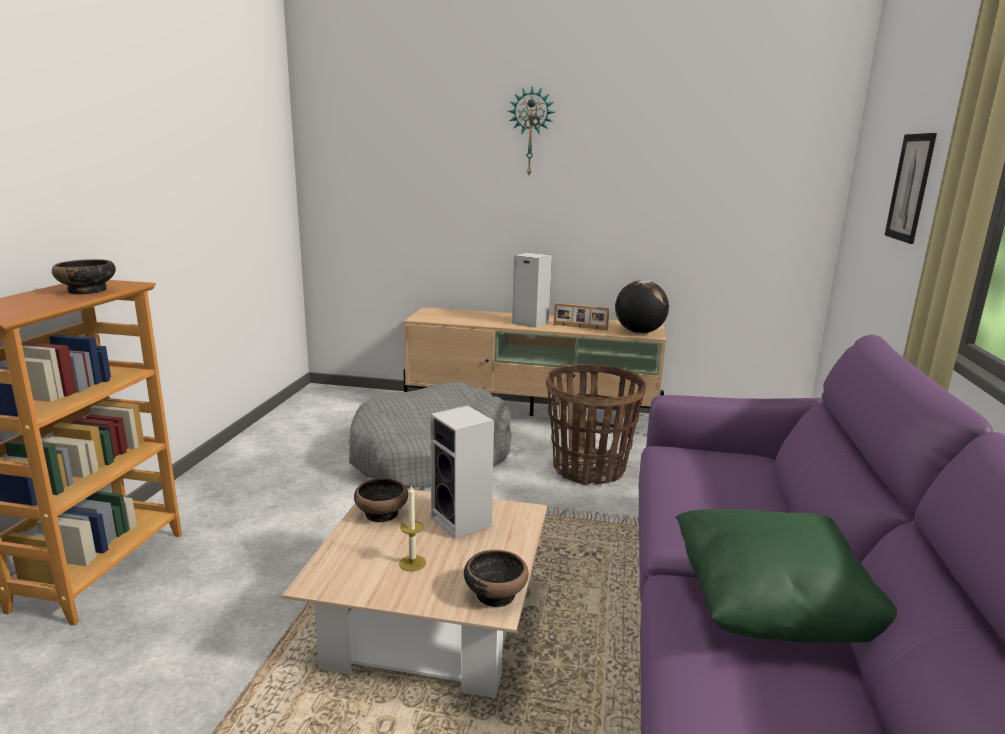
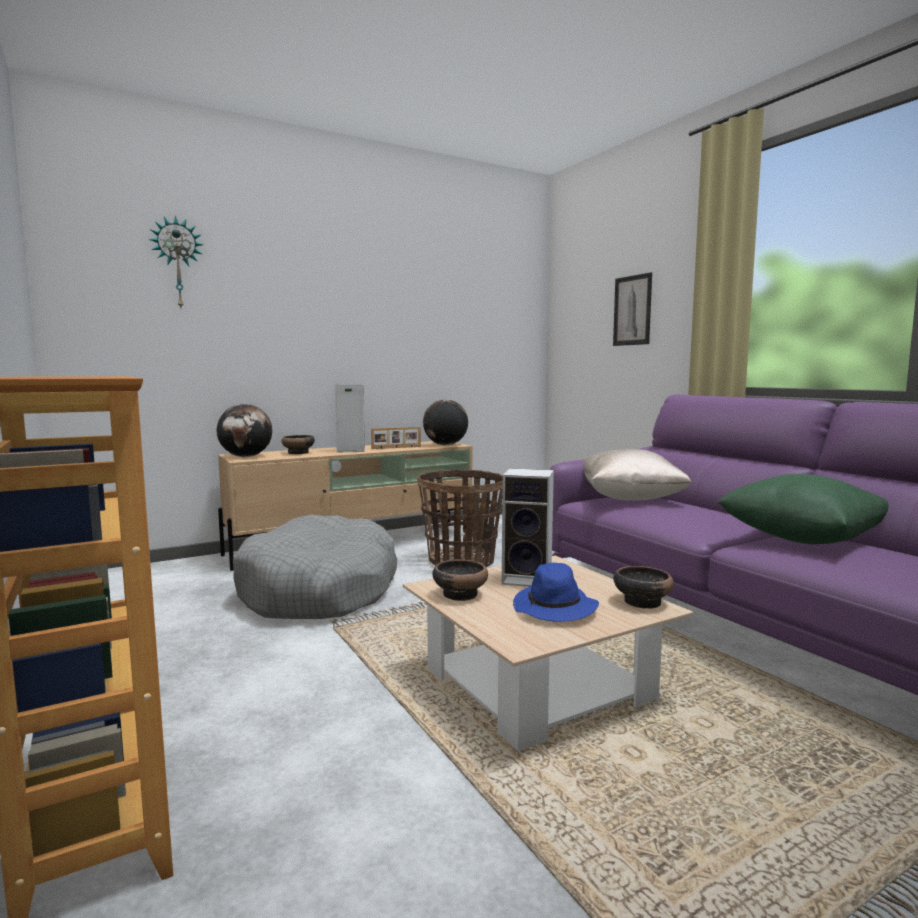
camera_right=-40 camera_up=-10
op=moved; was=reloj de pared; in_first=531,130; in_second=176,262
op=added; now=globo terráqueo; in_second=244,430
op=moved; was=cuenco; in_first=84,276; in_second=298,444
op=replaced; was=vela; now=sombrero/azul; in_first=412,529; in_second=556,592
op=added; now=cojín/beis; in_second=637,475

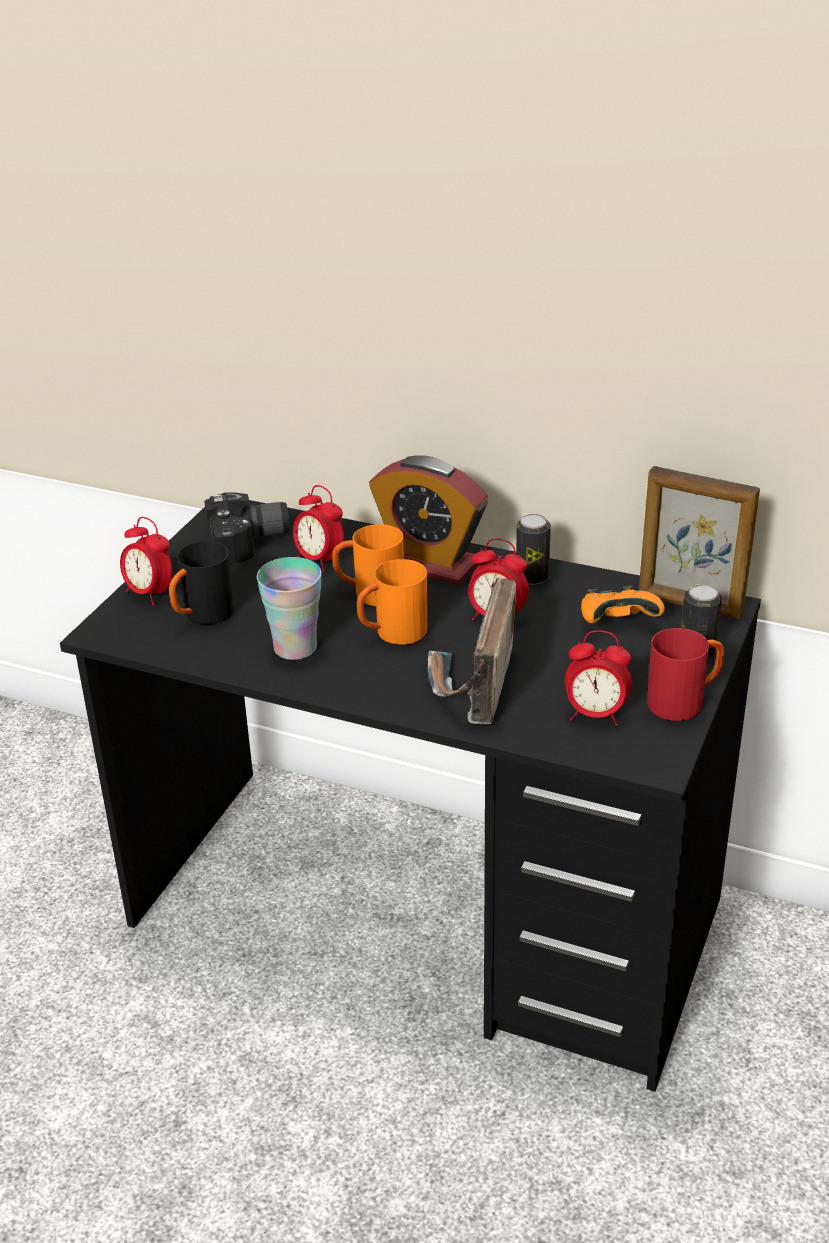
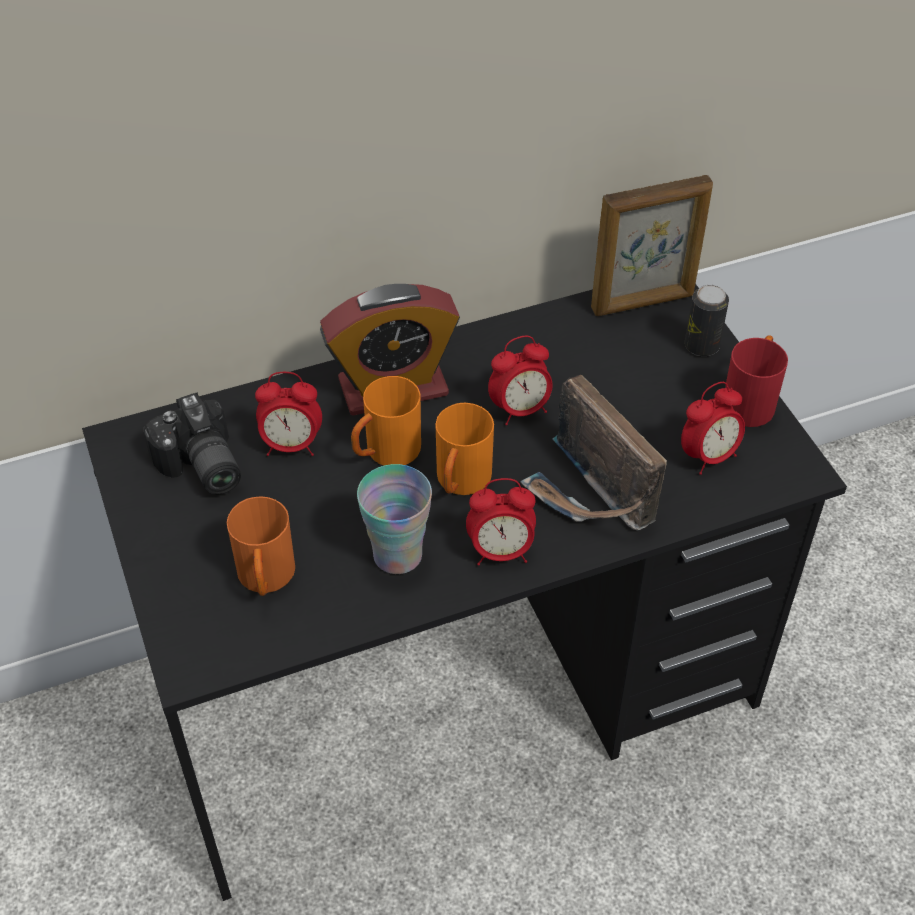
camera_right=-45 camera_up=15
op=turned; was=cámara; in_first=247,528; in_second=192,443; clockwise=120
op=recoloured; was=taza grande/negro; now=taza grande/naranja; in_first=201,583; in_second=261,546
op=moved; was=despertador; in_first=146,561; in_second=501,522
op=removed; was=lata; in_first=533,549
op=removed; was=mando de consola/naranja; in_first=623,604

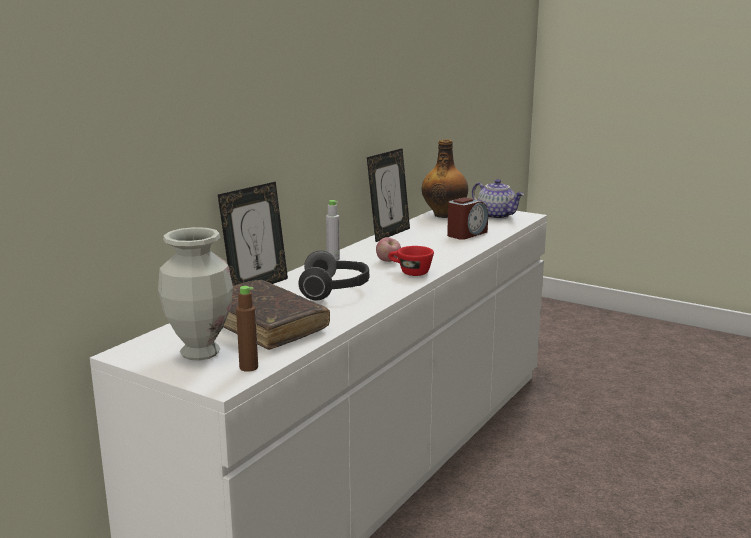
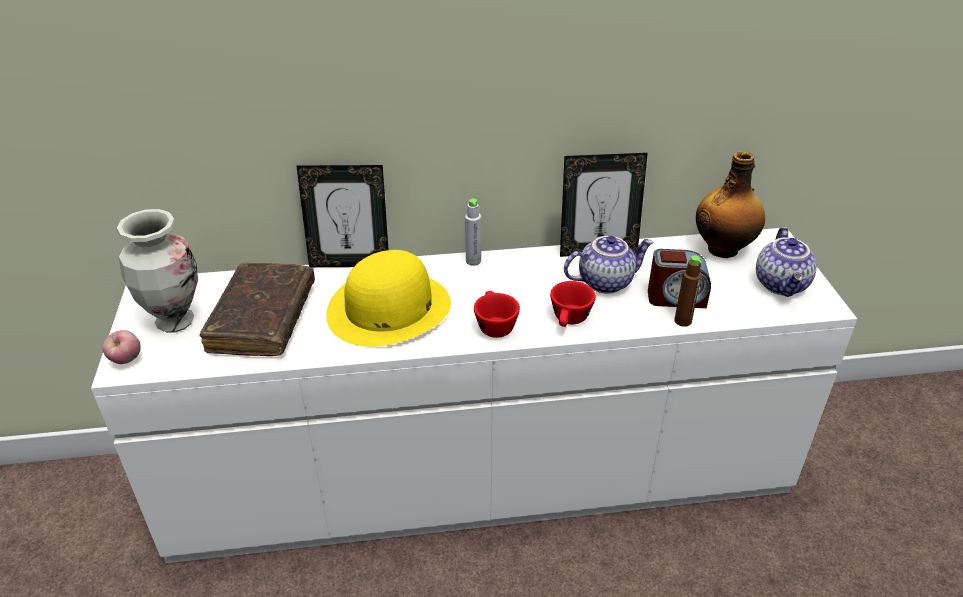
camera_right=50 camera_up=20
op=moved; was=manzana; in_first=388,249; in_second=122,347
op=replaced; was=auriculares; now=sombrero/amarillo; in_first=334,275; in_second=388,298
op=added; now=taza/rojo; in_second=573,304
op=added; now=tetera; in_second=609,265
op=moved; was=botella/marrón; in_first=247,329; in_second=688,291

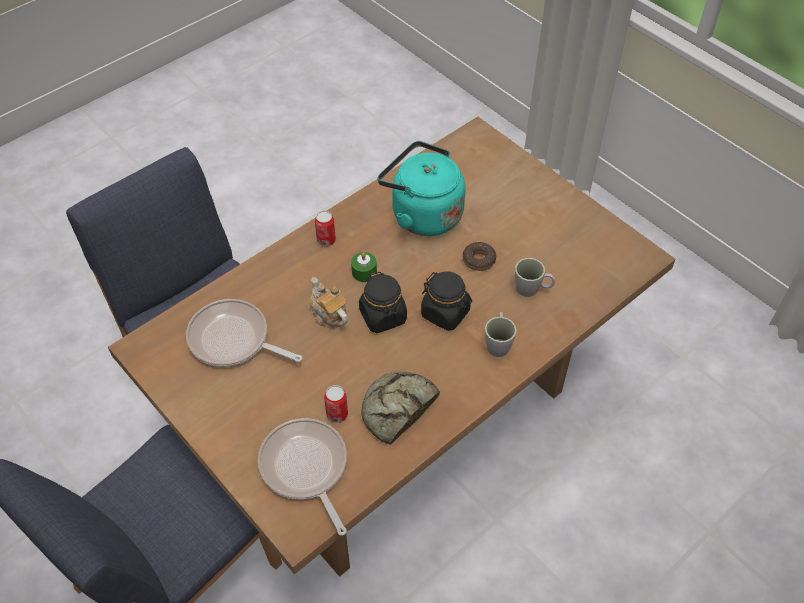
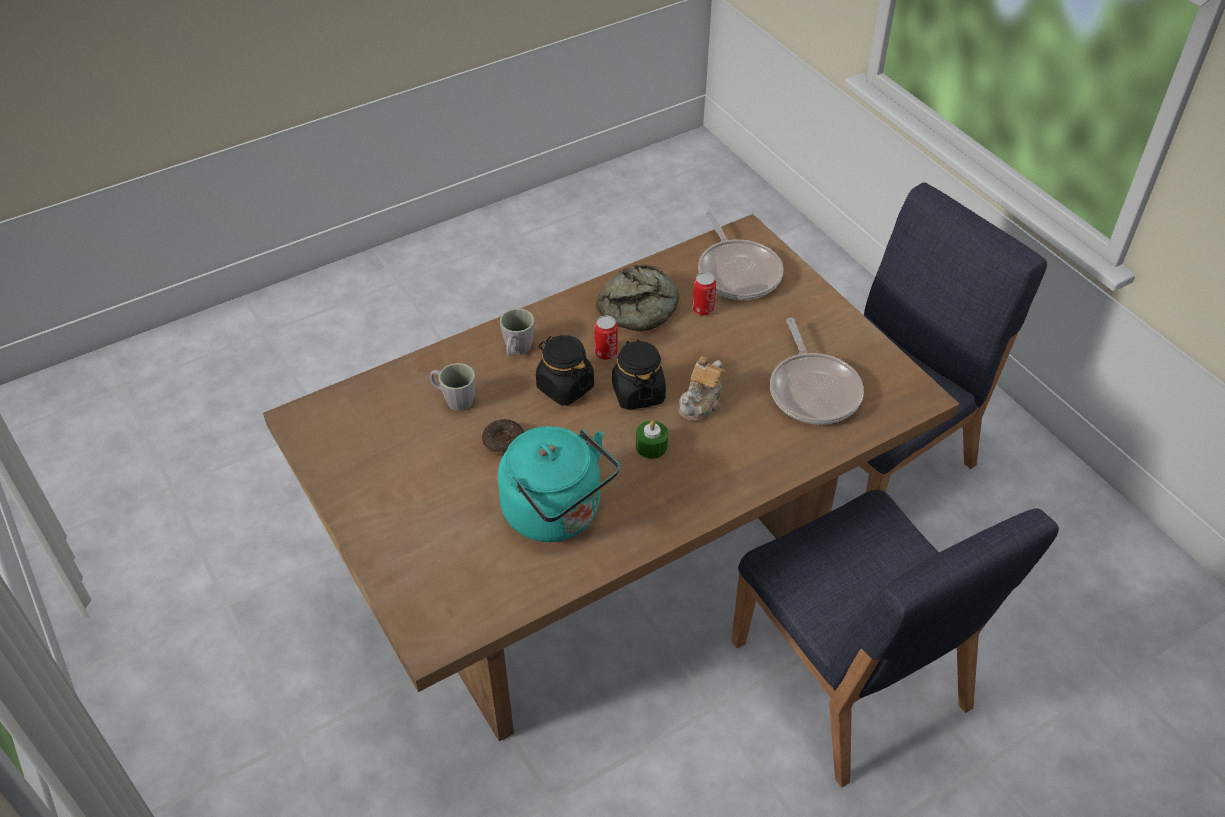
camera_right=-170 camera_up=-5
op=moved; was=lata; in_first=325,228; in_second=606,338
op=turned; was=tetera; in_first=328,302; in_second=701,389; clockwise=60
op=turned; was=sartén; in_first=244,333; in_second=817,371; clockwise=45

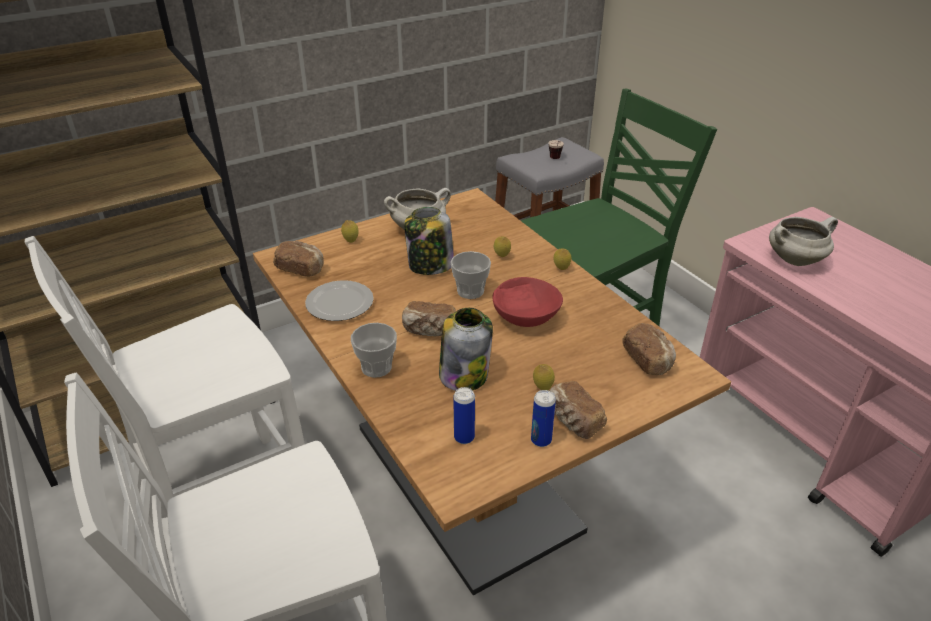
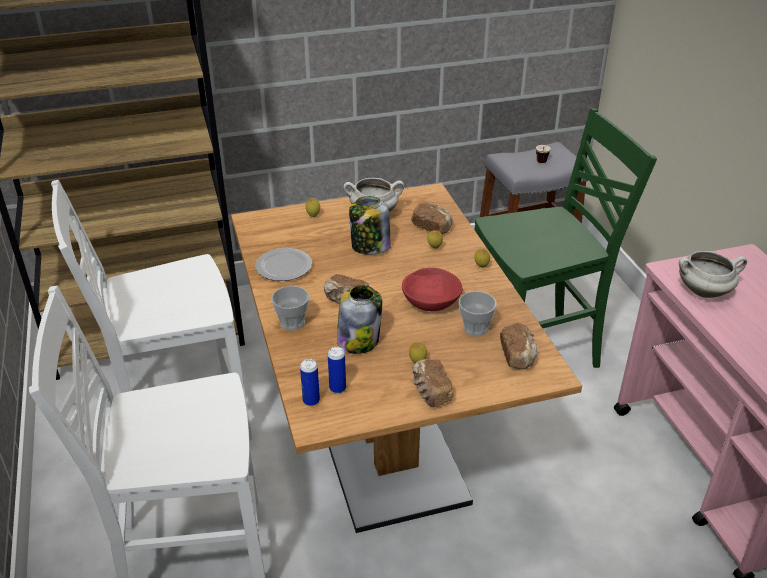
camera_right=15 camera_up=0
op=moved; was=lata; in_first=543,418; in_second=310,382
op=moved; was=pan; in_first=298,259; in_second=431,218
op=moved; was=taza; in_first=470,275; in_second=477,313

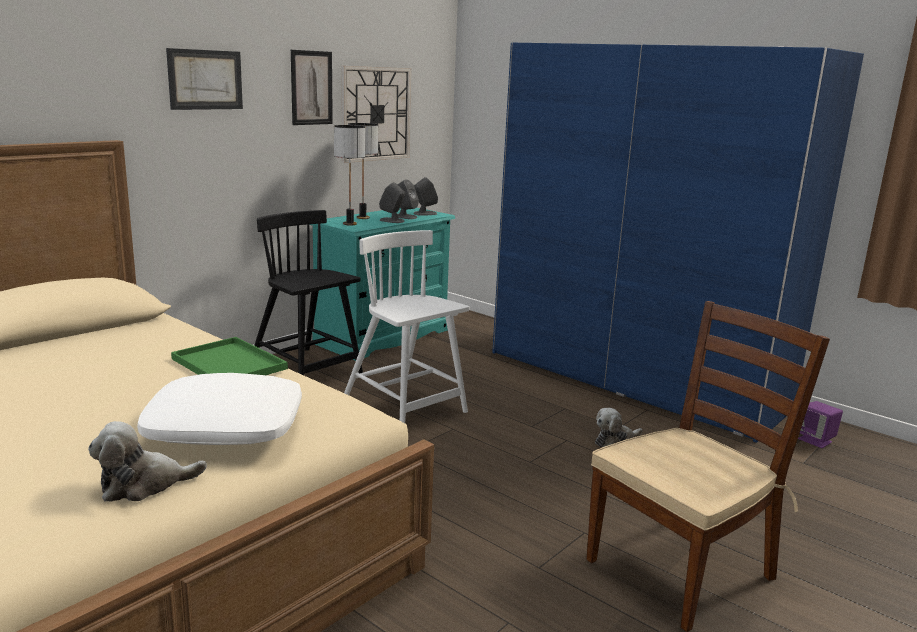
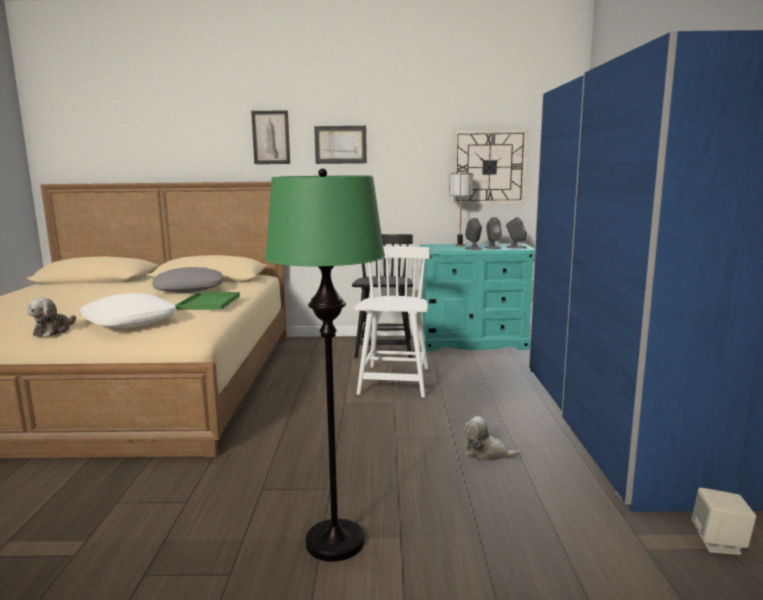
camera_right=50 camera_up=-5
op=turned; was=peluche; in_first=147,461; in_second=51,317; clockwise=-105
op=added; now=cojín/gris; in_second=187,280
op=moved; was=cuadro; in_first=312,87; in_second=270,137
op=replaced; was=silla/marrón; now=lámpara de pie/verde; in_first=708,466; in_second=325,365
op=recoloured; was=altavoz/morado; now=altavoz/beis; in_first=820,424; in_second=723,521
op=removed; was=lámpara de mesa; in_first=350,175

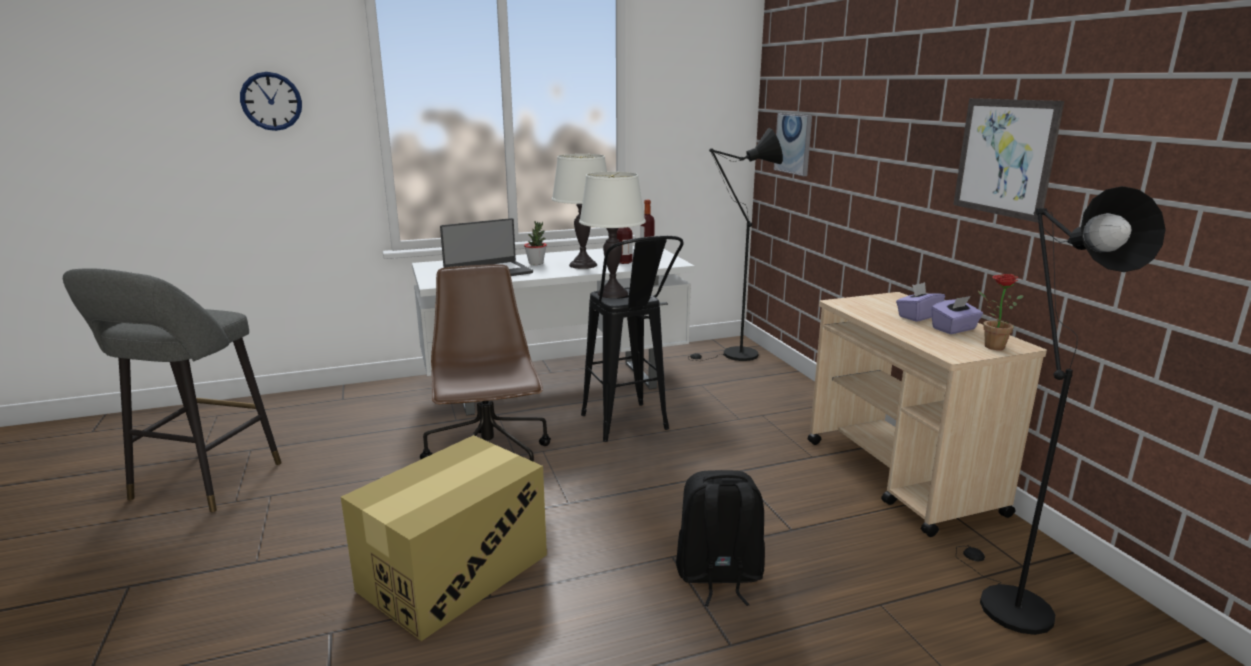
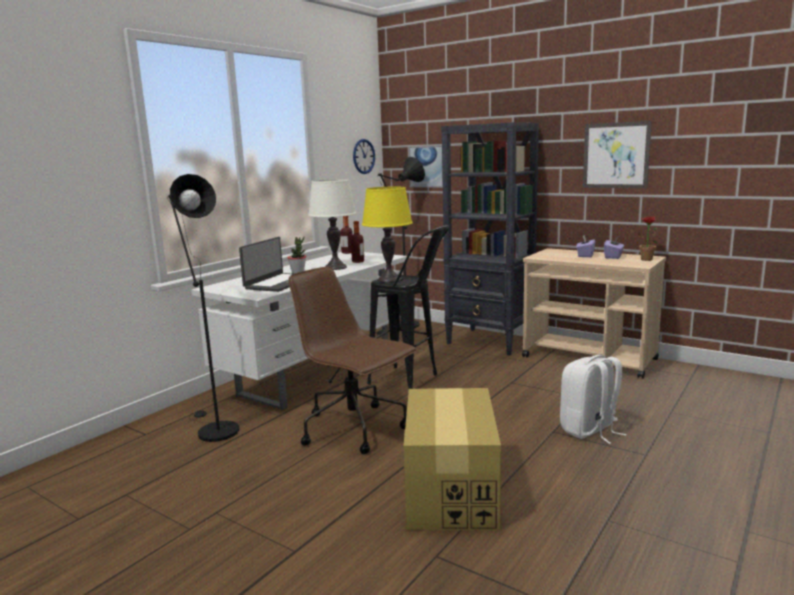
camera_right=-35 camera_up=-5
op=moved; was=lámpara de pie/negro; in_first=1061,410; in_second=203,308
op=moved; was=reloj de pared; in_first=271,101; in_second=364,156
op=recoloured; was=lámpara de mesa/blanco; now=lámpara de mesa/amarillo; in_first=612,235; in_second=387,235
op=added; now=estantería/negro; in_second=490,238
op=recoloured; was=mochila/negro; now=mochila/blanco; in_first=720,538; in_second=593,399
op=removed; was=taburete/gris; in_first=172,390

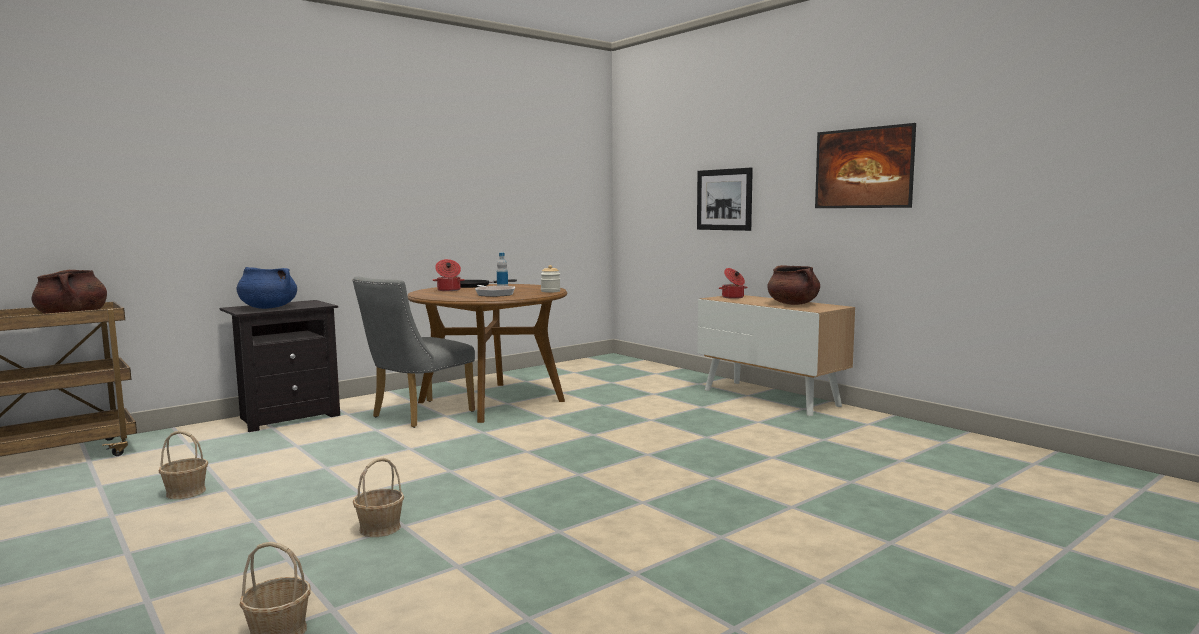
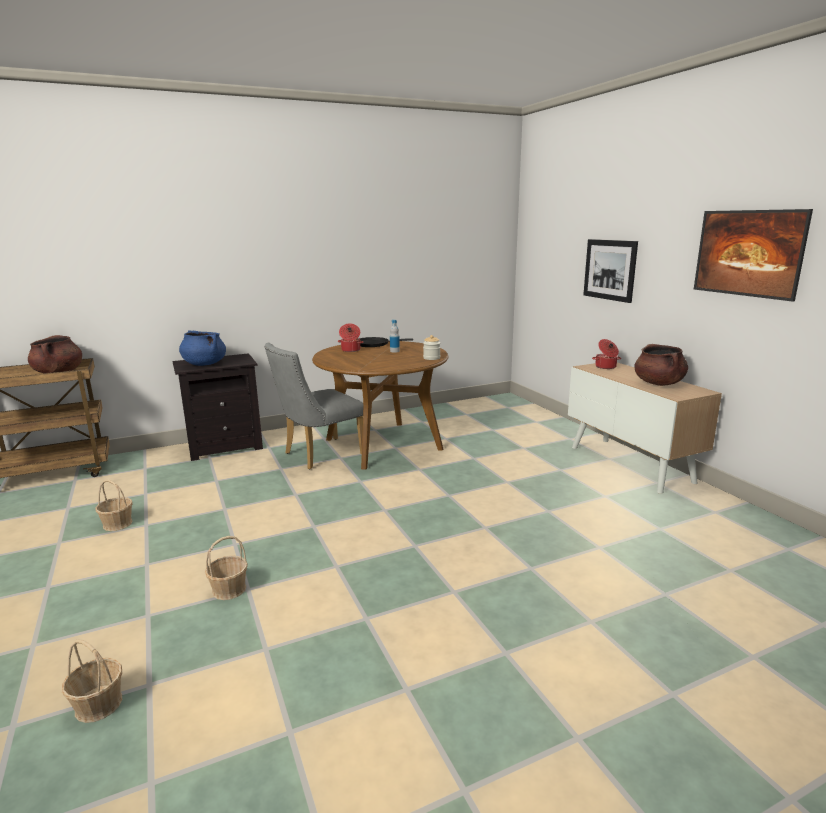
camera_right=15 camera_up=10
op=removed; was=sartén; in_first=495,291

